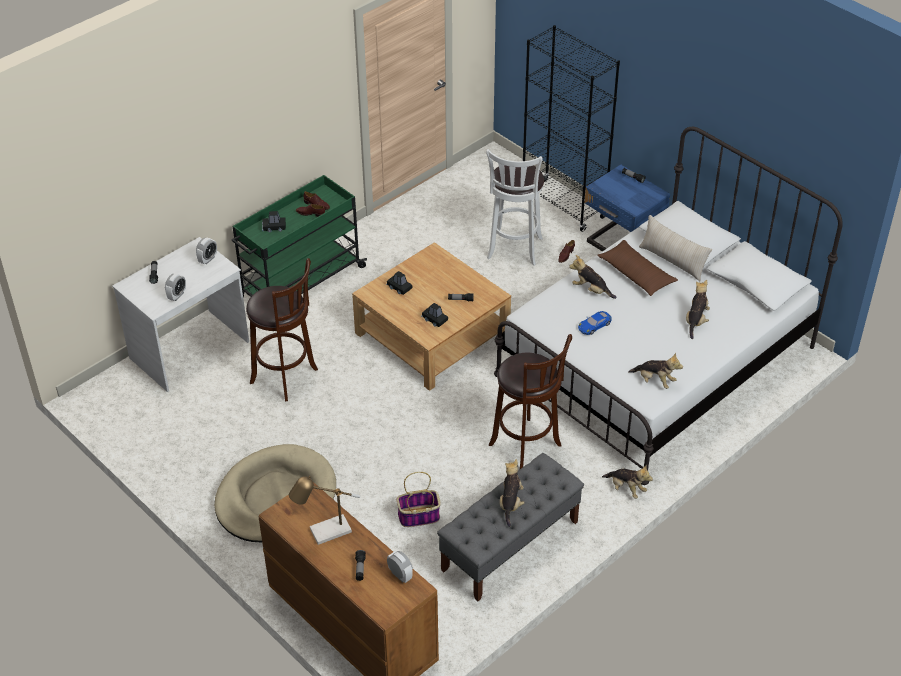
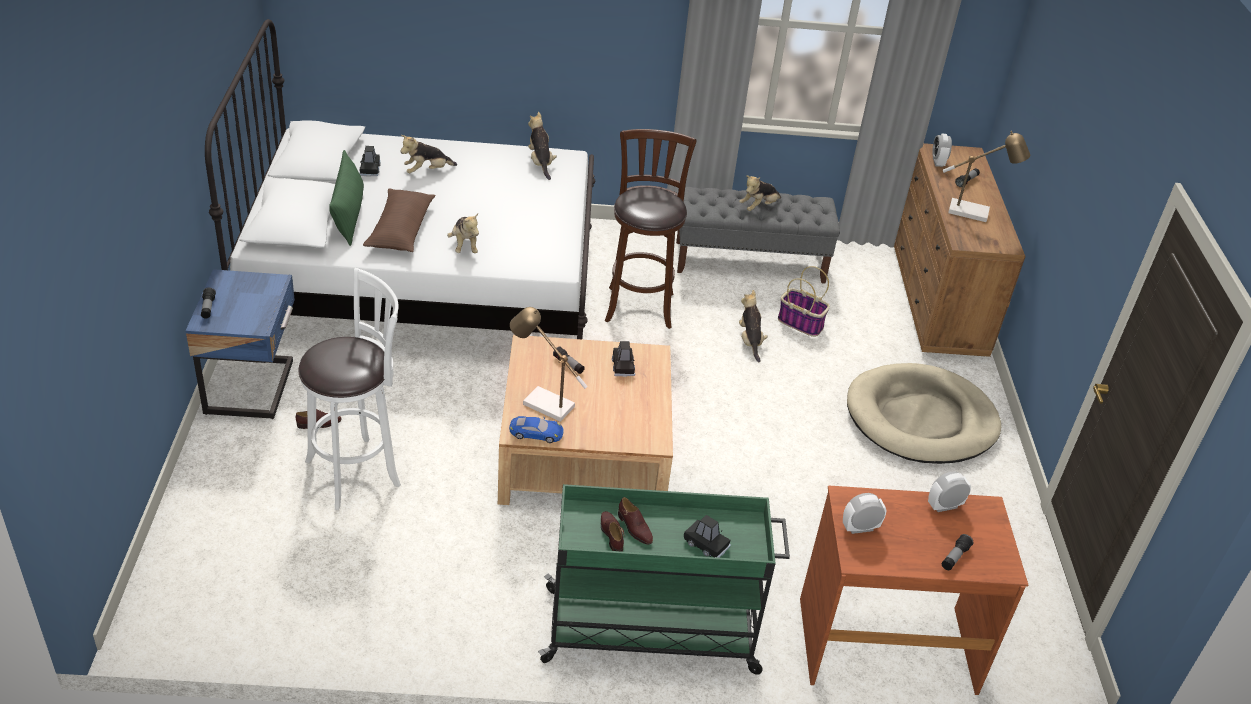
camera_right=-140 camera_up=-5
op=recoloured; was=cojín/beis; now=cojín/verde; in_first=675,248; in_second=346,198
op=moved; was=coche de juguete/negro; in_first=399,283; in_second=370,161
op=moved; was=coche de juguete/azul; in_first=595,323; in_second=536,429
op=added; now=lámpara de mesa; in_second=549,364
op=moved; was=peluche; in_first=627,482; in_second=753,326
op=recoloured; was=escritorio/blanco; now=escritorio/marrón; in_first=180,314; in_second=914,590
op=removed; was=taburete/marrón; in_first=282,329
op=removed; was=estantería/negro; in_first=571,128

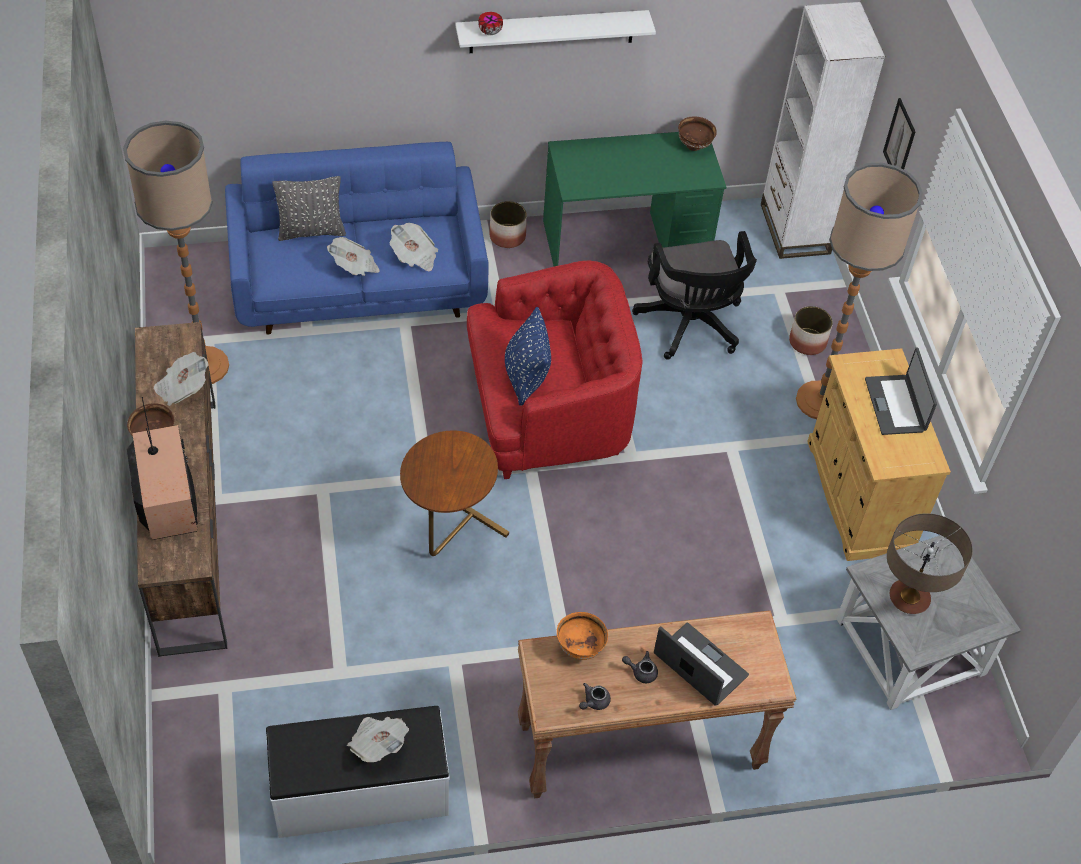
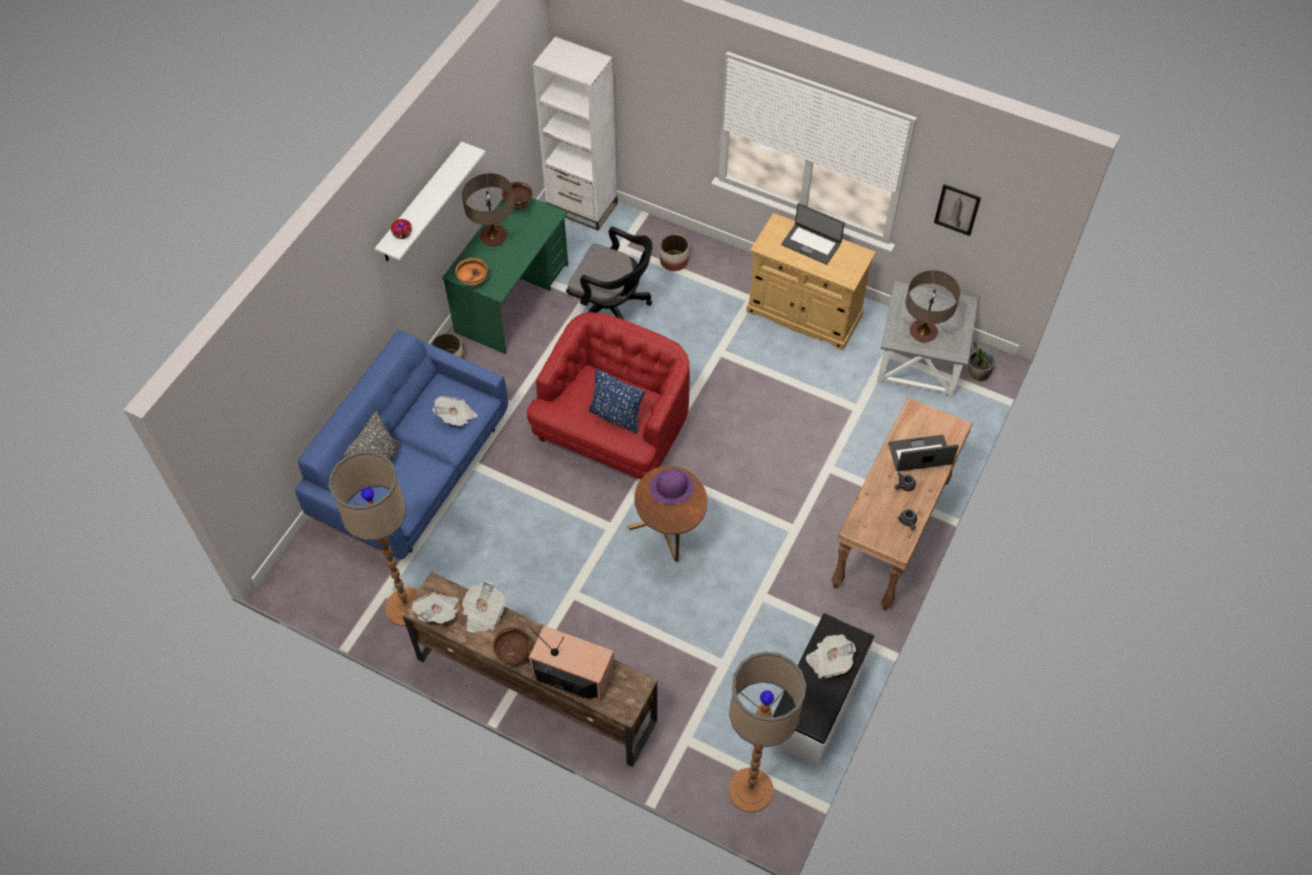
camera_right=-50 camera_up=5
op=moved; was=periódico; in_first=353,256; in_second=435,608
op=moved; was=cuenco/naranja; in_first=582,636; in_second=471,272
op=added; now=lámpara de mesa; in_second=488,209
op=added; now=sombrero/morado; in_second=672,486
op=moved; was=lámpara de pie; in_first=859,291; in_second=767,732
op=moved; was=cuadro; in_first=899,134; in_second=957,210
op=added; now=planta en maceta; in_second=981,362

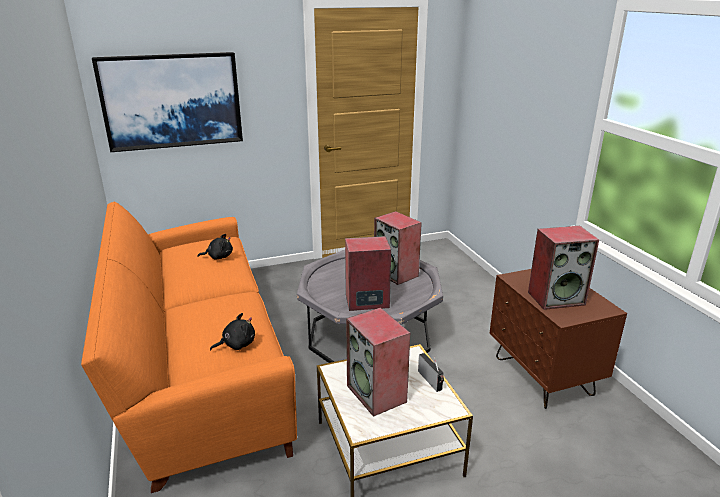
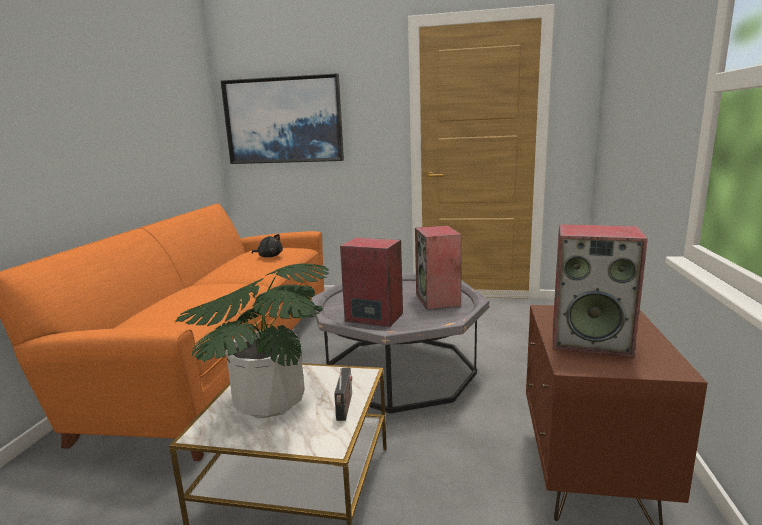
camera_right=30 camera_up=-10
op=replaced; was=altavoz; now=planta en maceta; in_first=378,362; in_second=252,341
op=removed; was=peluche/negro; in_first=232,331

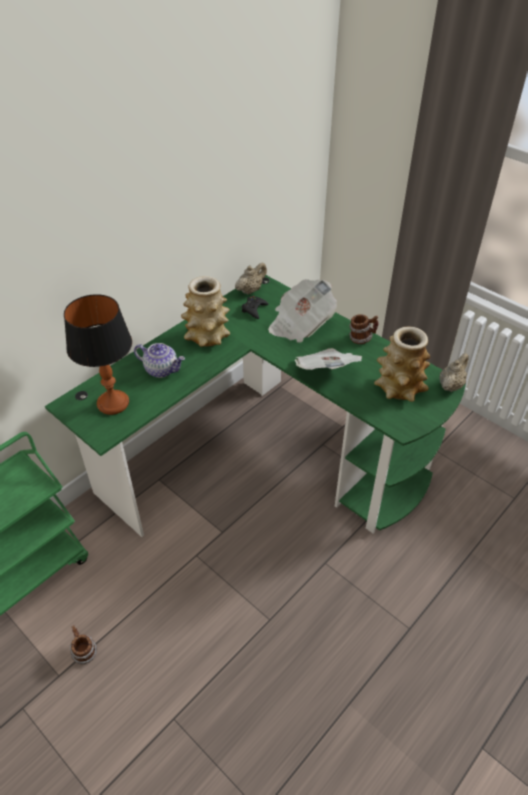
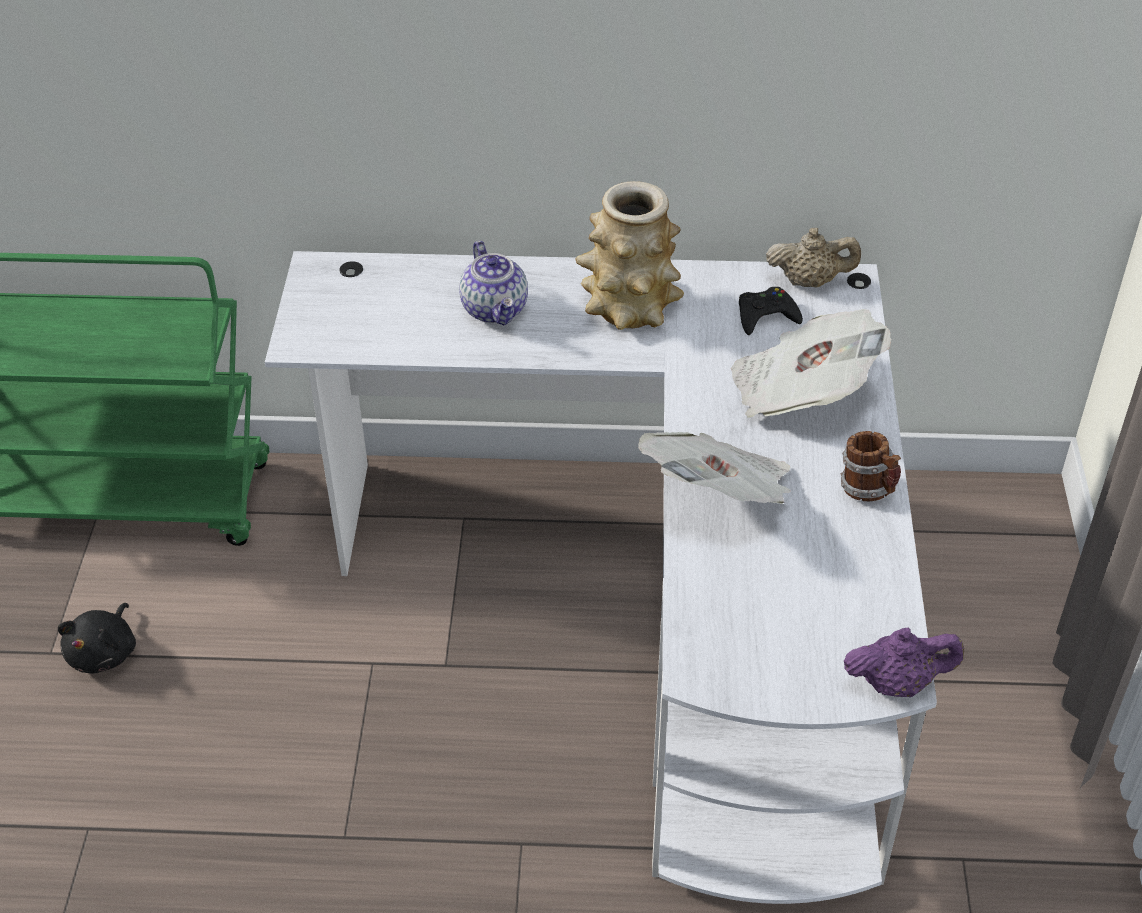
camera_right=50 camera_up=0
op=replaced; was=taza grande; now=peluche/negro; in_first=84,644; in_second=97,638
op=recoloured; was=escritorio/verde; now=escritorio/blanco; in_first=255,406; in_second=601,577
op=recoloured; was=tetera/beis; now=tetera/morado; in_first=454,372; in_second=904,662
op=removed; was=lámpara de mesa; in_first=98,354
op=removed; was=florero; in_first=402,364

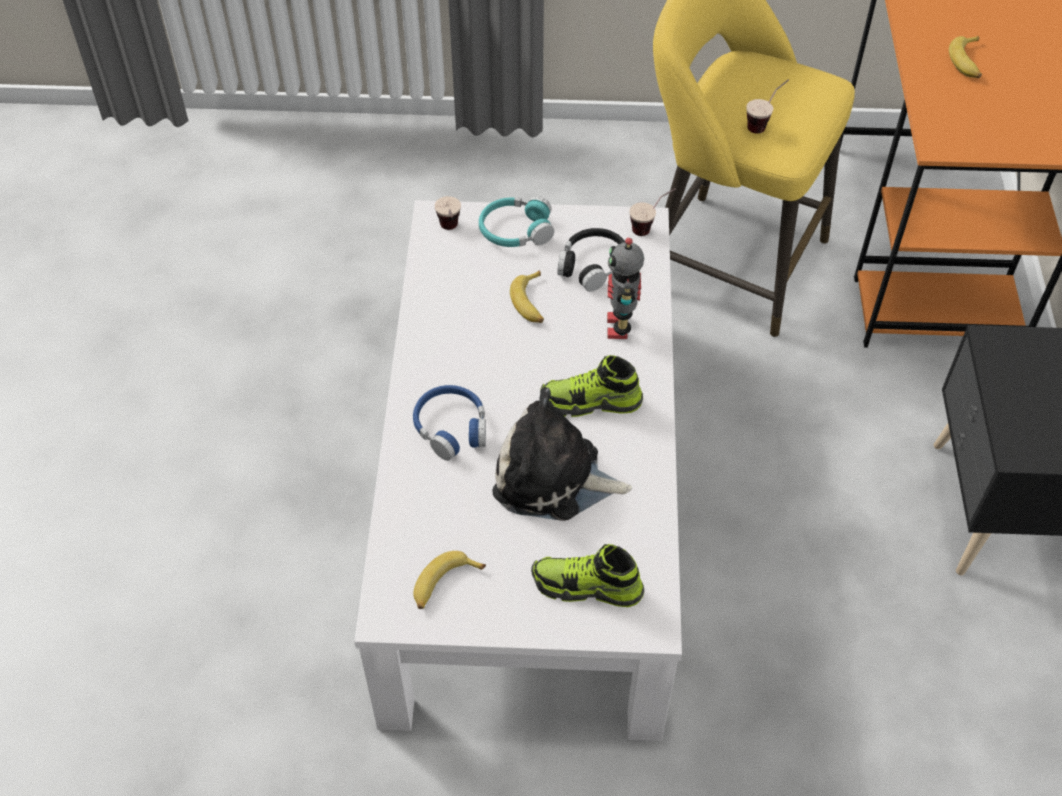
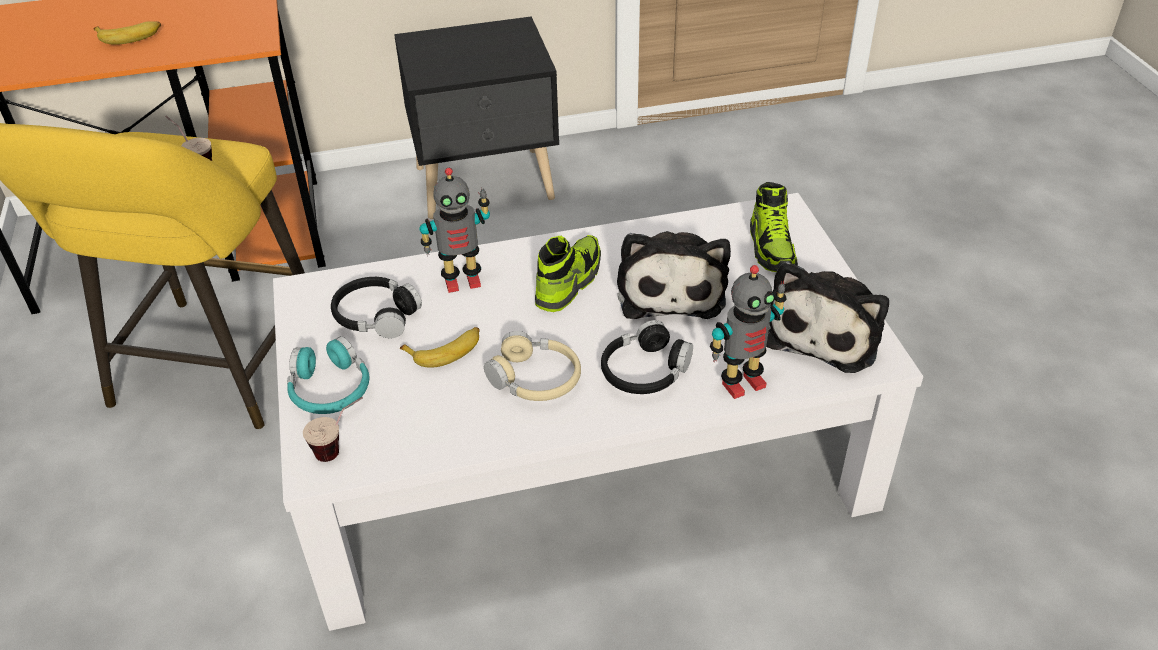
camera_right=-105 camera_up=-10
op=added; now=auriculares/beis; in_second=532,366
op=turned; was=zapato; in_first=591,386; in_second=568,273; clockwise=-135
op=recoloured; was=auriculares/azul; now=auriculares/negro; in_first=449,423; in_second=647,357
op=added; now=robot de juguete; in_second=748,332
op=replaced; was=plátano; now=peluche; in_first=449,580; in_second=827,317
op=removed; was=taza; in_first=652,212

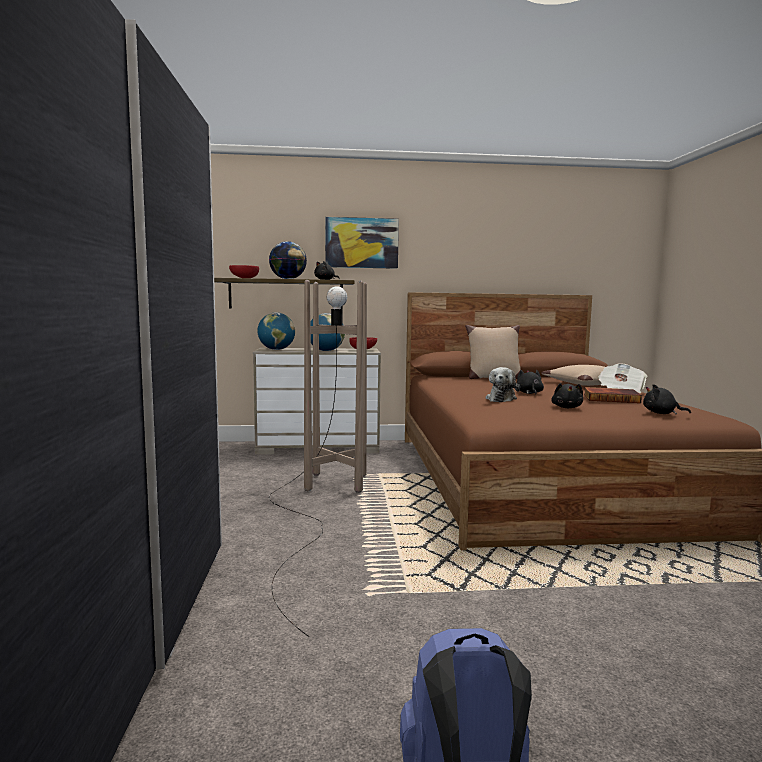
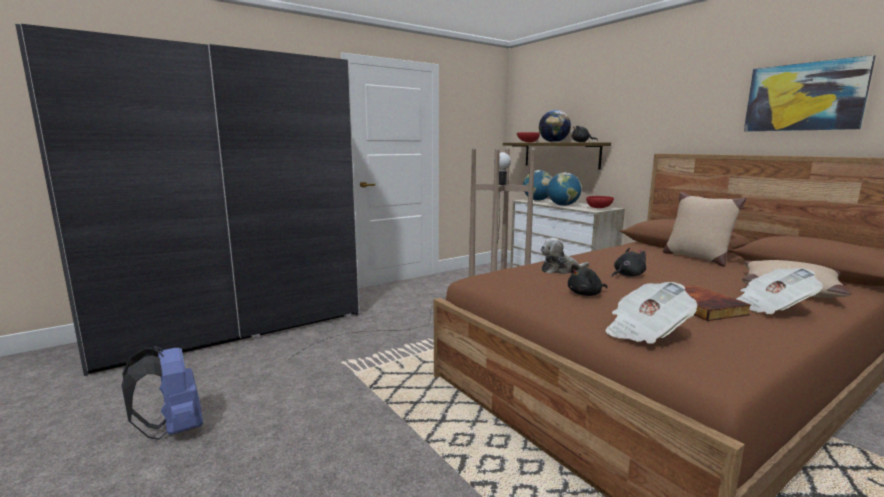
camera_right=60 camera_up=5
op=replaced; was=peluche/negro; now=periódico; in_first=667,399; in_second=651,313
op=moved; was=cuadro; in_first=362,243; in_second=810,93

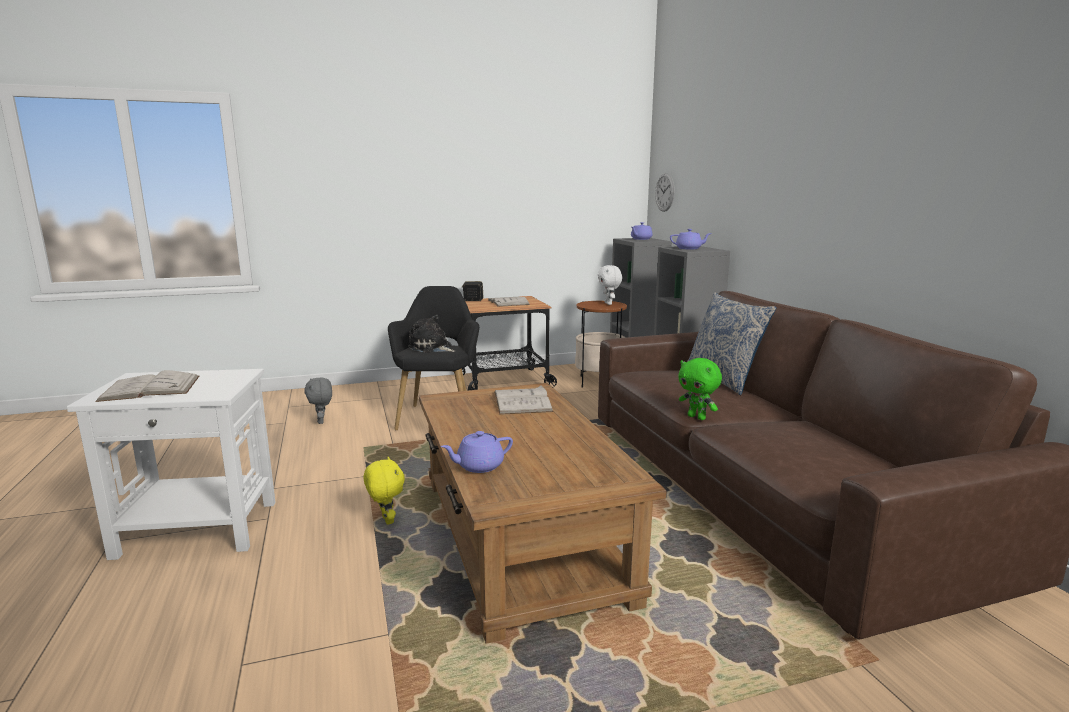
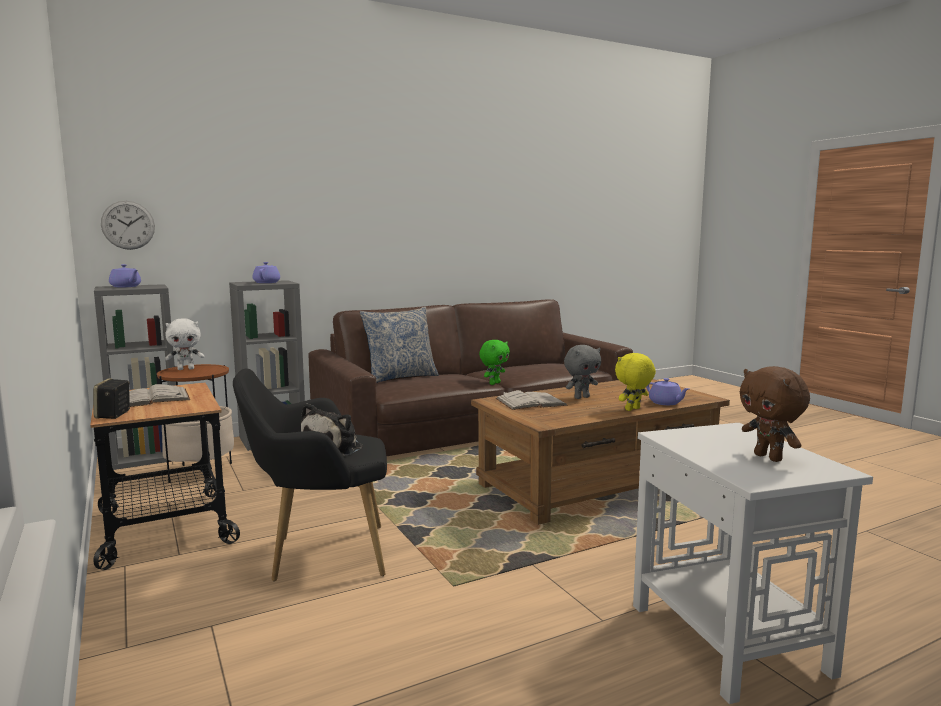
camera_right=-100 camera_up=-5
op=moved; was=peluche/gris; in_first=318,401; in_second=582,372
op=moved; was=peluche/amarillo; in_first=384,491; in_second=635,382
op=replaced; was=libro/blanco; now=peluche/marrón; in_first=147,386; in_second=775,414

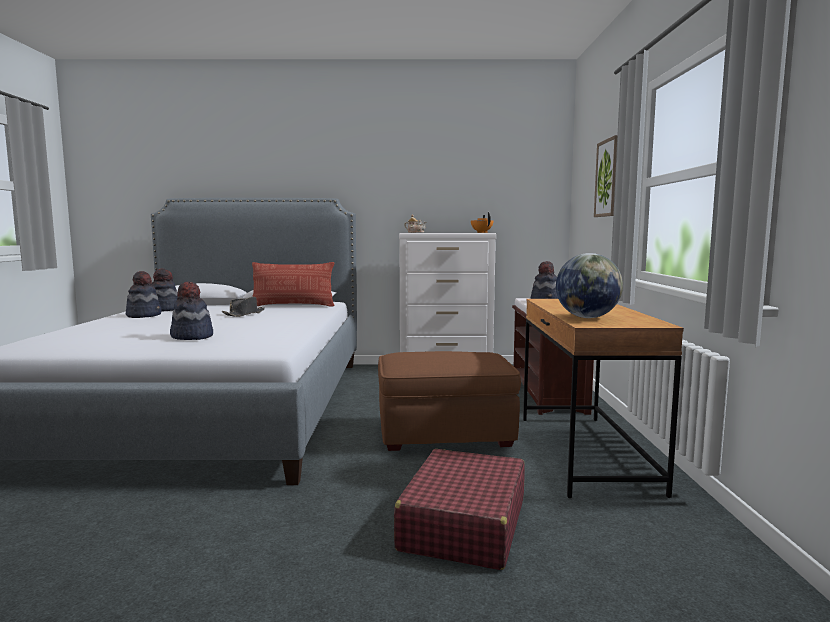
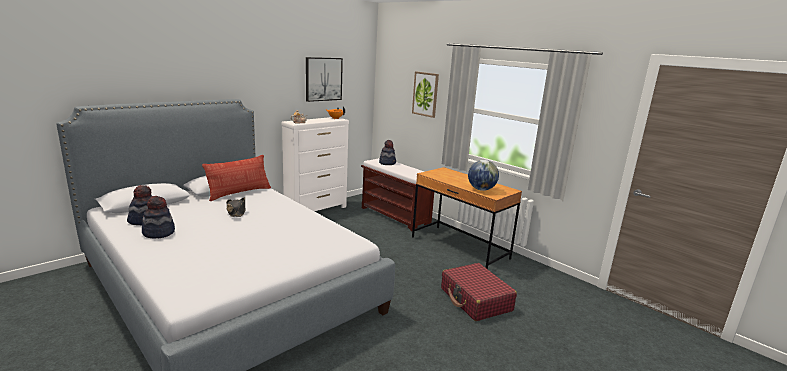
camera_right=-45 camera_up=10
op=added; now=cuadro; in_second=324,79
op=removed; was=sombrero; in_first=191,311
op=removed; was=puf/marrón; in_first=449,401

